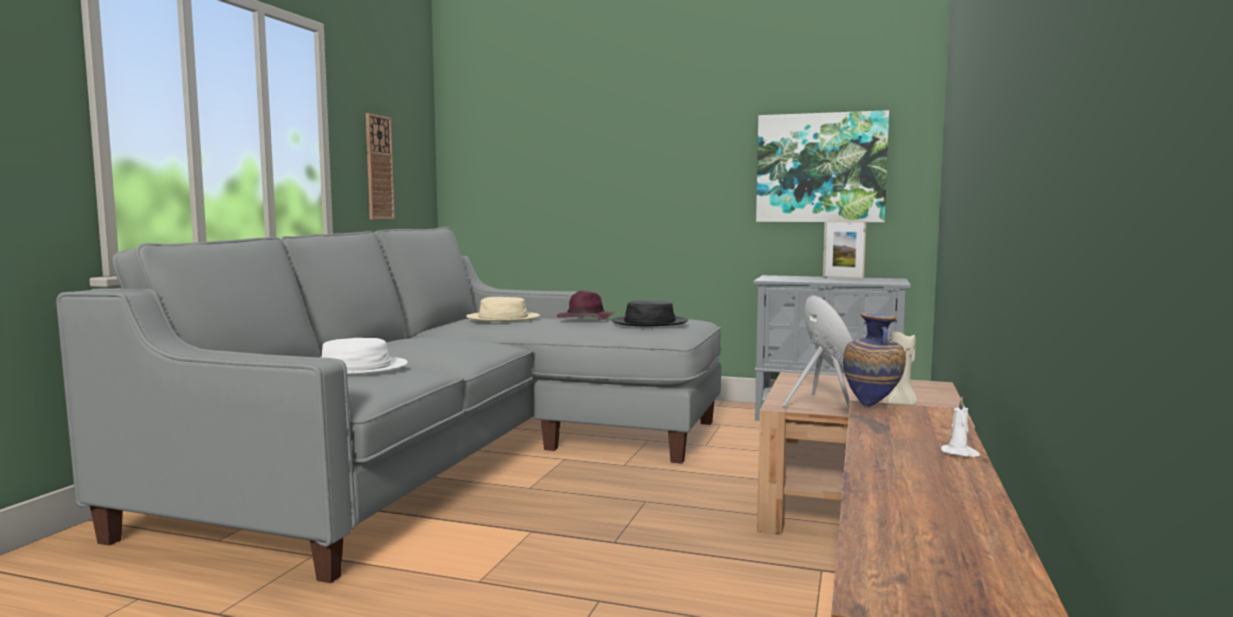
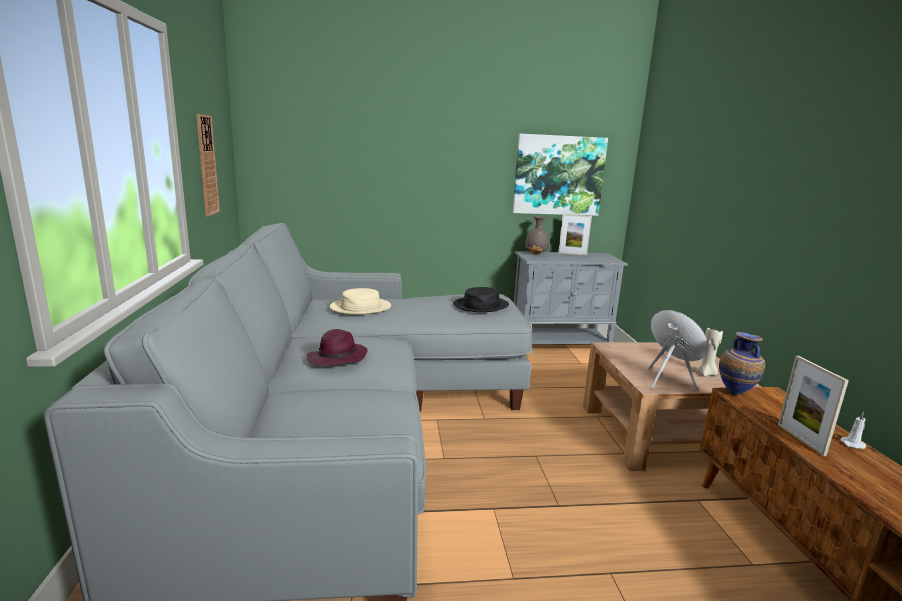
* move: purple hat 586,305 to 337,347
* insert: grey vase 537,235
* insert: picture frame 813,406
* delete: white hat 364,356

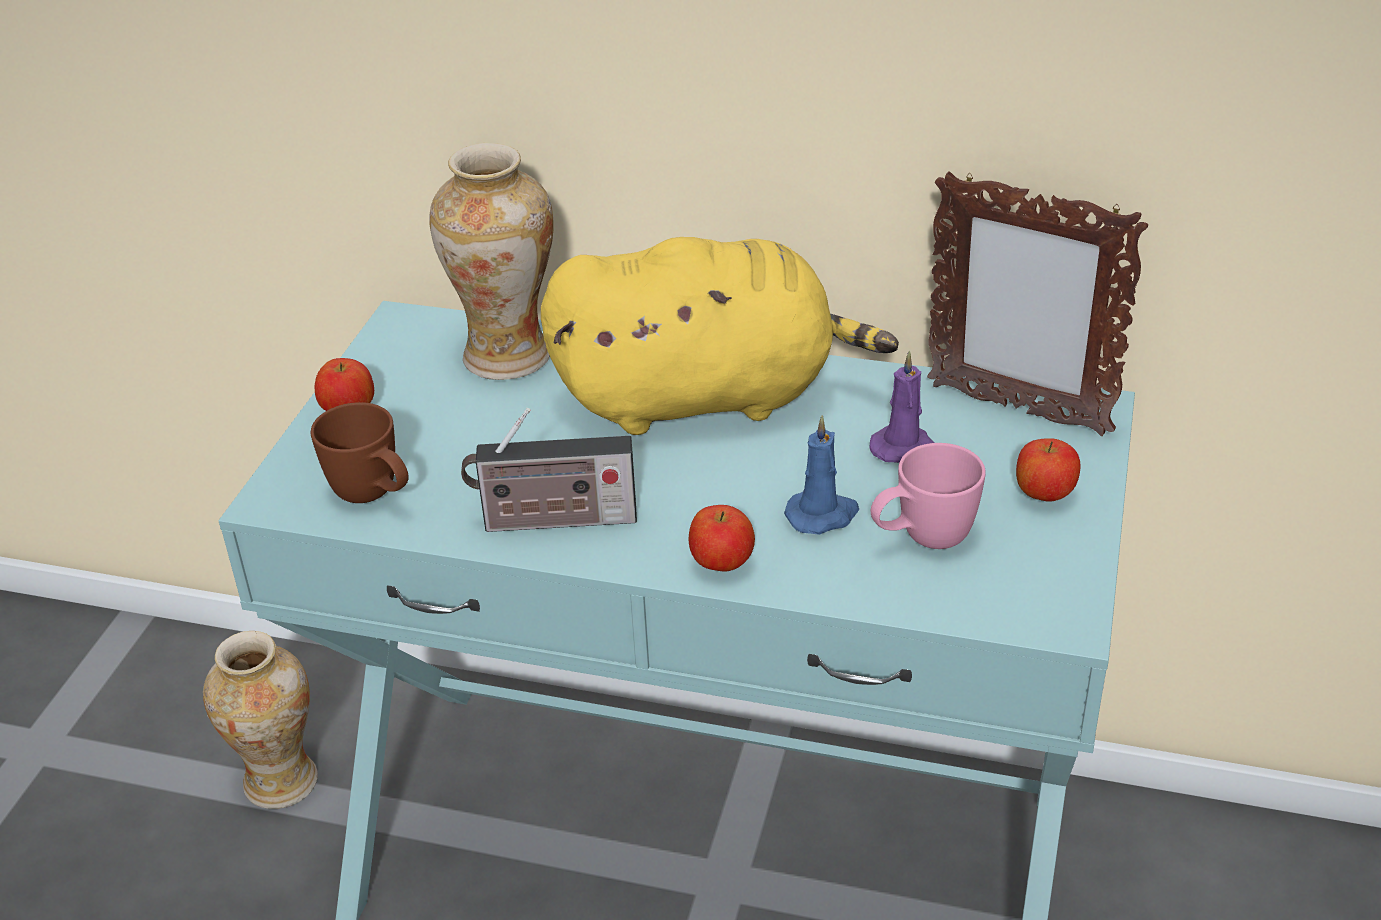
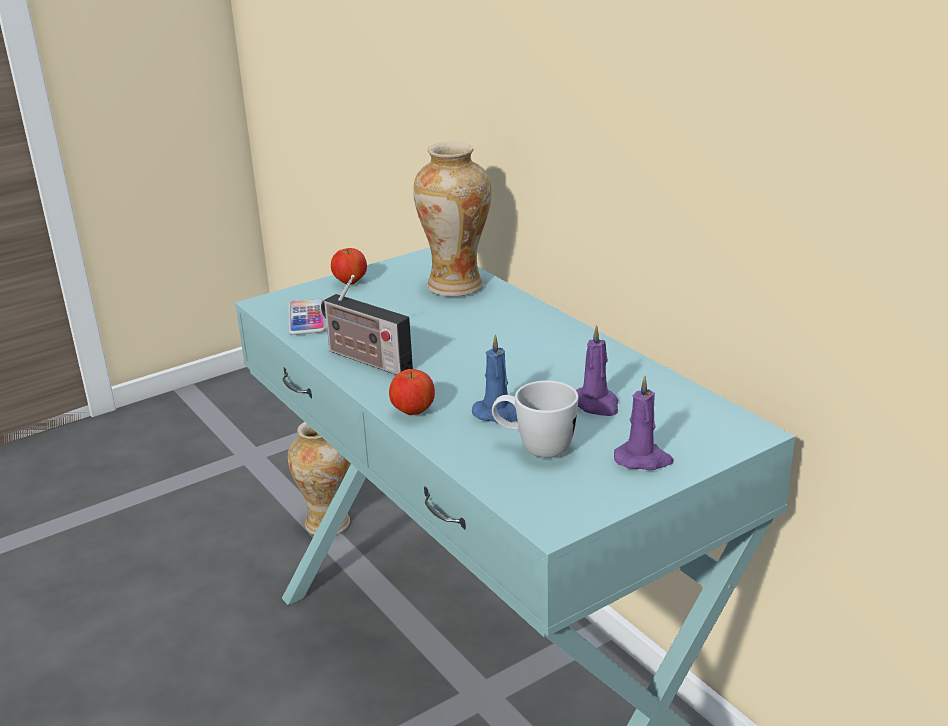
* replace: brown mug 360,452 to phone 307,317
* recolor: pink mug 928,496 to white mug 535,419
* replace: apple 1048,470 to purple candle 644,423
* delete: yellow plush toy 720,336
* delete: picture frame 1037,303

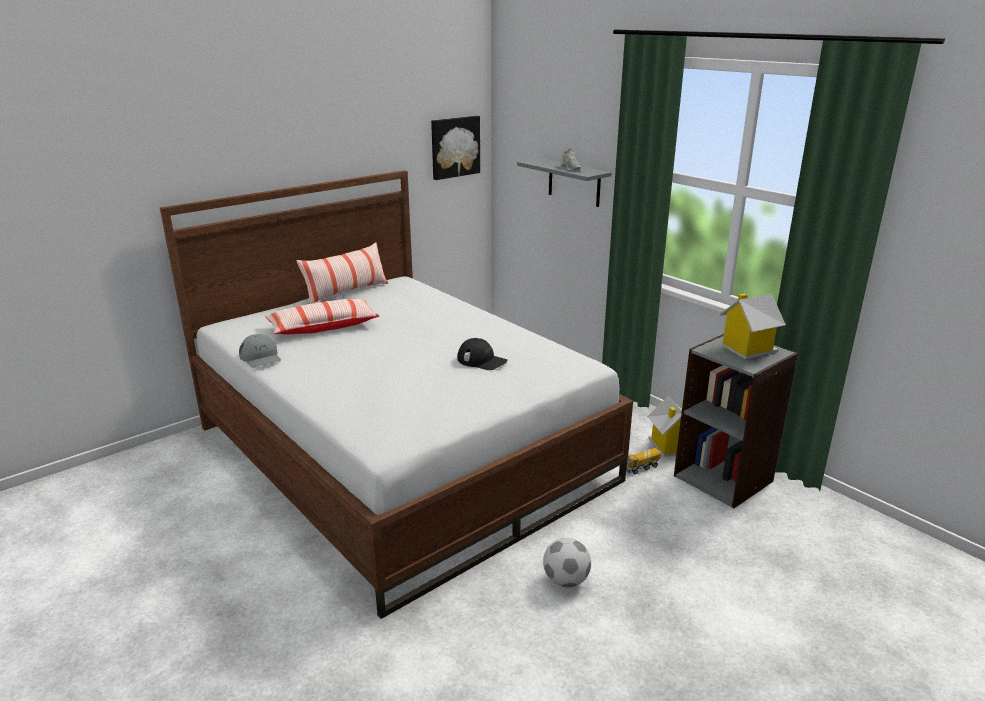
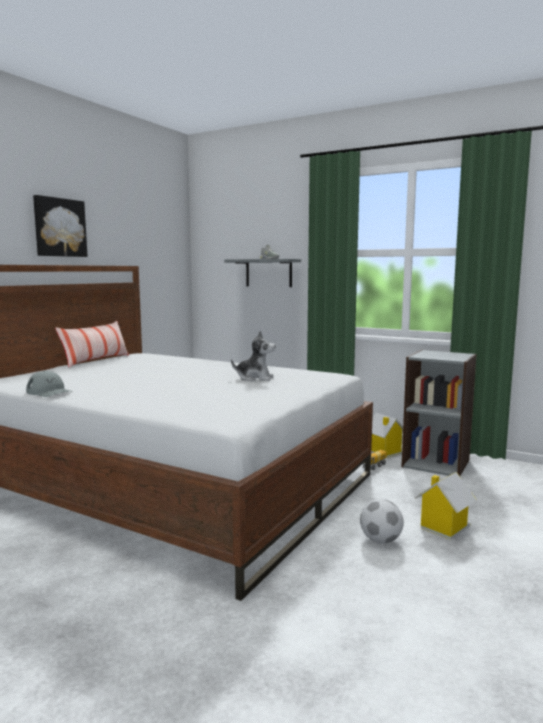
* move: picture 455,148 to 60,226
* replace: black cap 482,354 to plush toy 253,356
* move: toy house 752,326 to 446,506
* delete: pillow 322,317

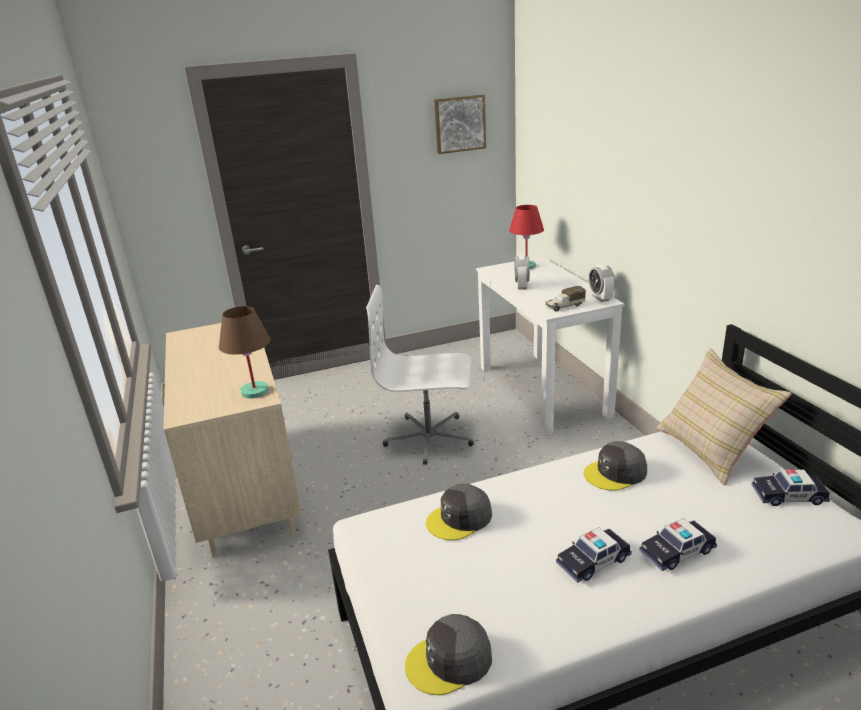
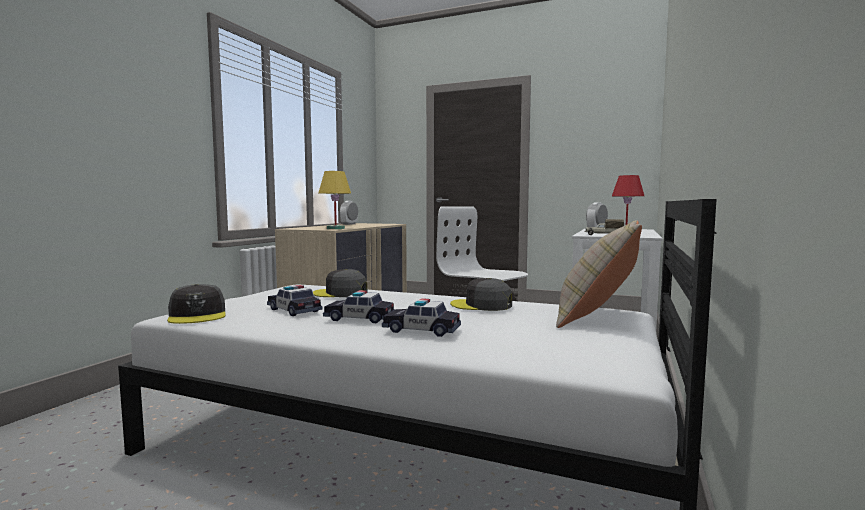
* rotate: grey cap 448,654 = 196,304 135 degrees counterclockwise
* move: toy car 790,487 to 294,300
* recolor: brown table lamp 245,352 to yellow table lamp 335,200
* move: alarm clock 602,283 to 349,213
* delete: picture 460,124

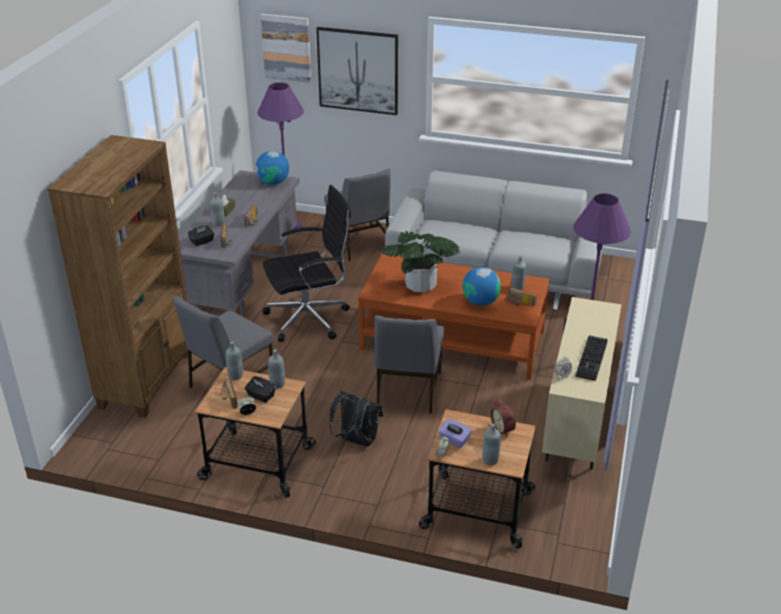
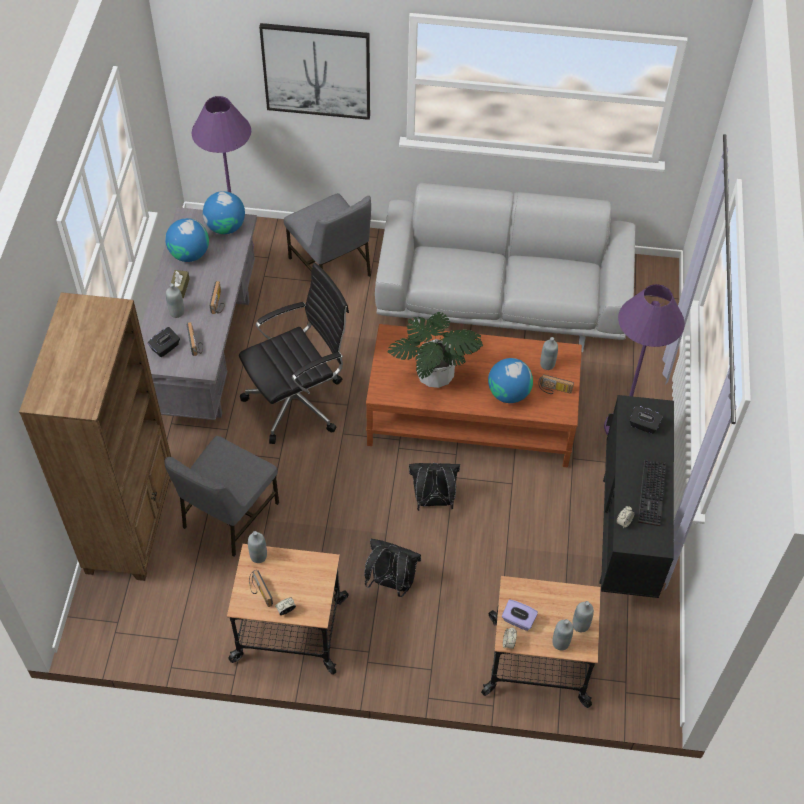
* insert: globe 187,240
* replace: grey chair 409,364 to black backpack 434,487
* move: grey bottle 276,369 to 583,616
* recolor: beige cabinet 581,383 to black cabinet 636,496
* move: black tissue box 260,389 to 646,420
* delete: picture 285,48
* delete: alarm clock 503,418

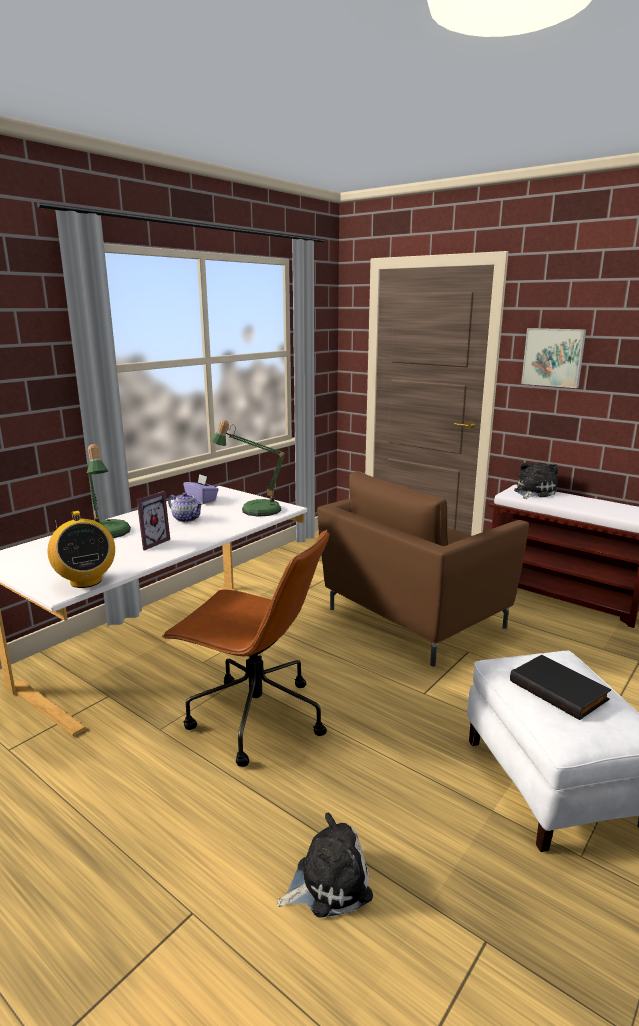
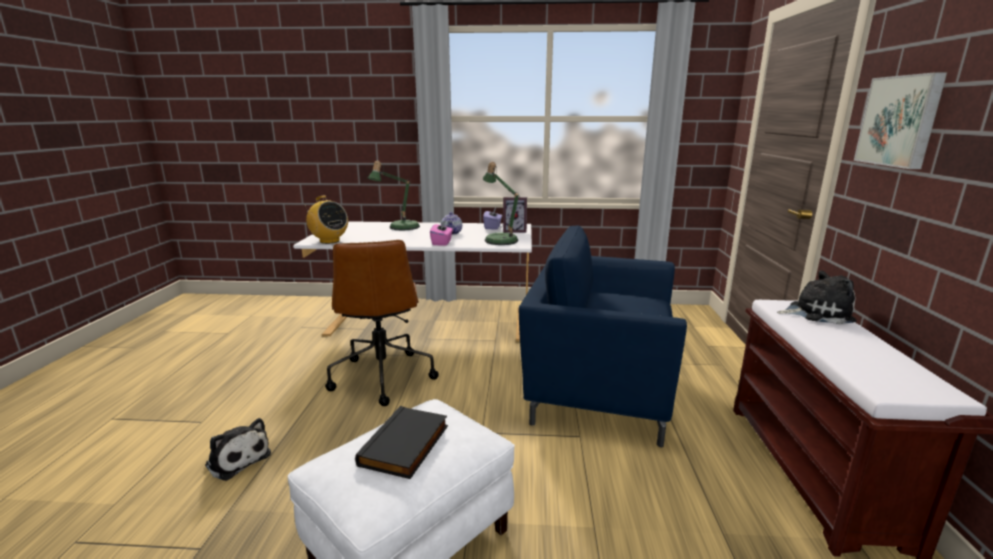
* rotate: radio 81,549 = 326,220 75 degrees counterclockwise
* insert: pink tissue box 441,233
* move: picture frame 153,520 to 515,215
* recolor: brown armchair 423,568 to blue armchair 603,336

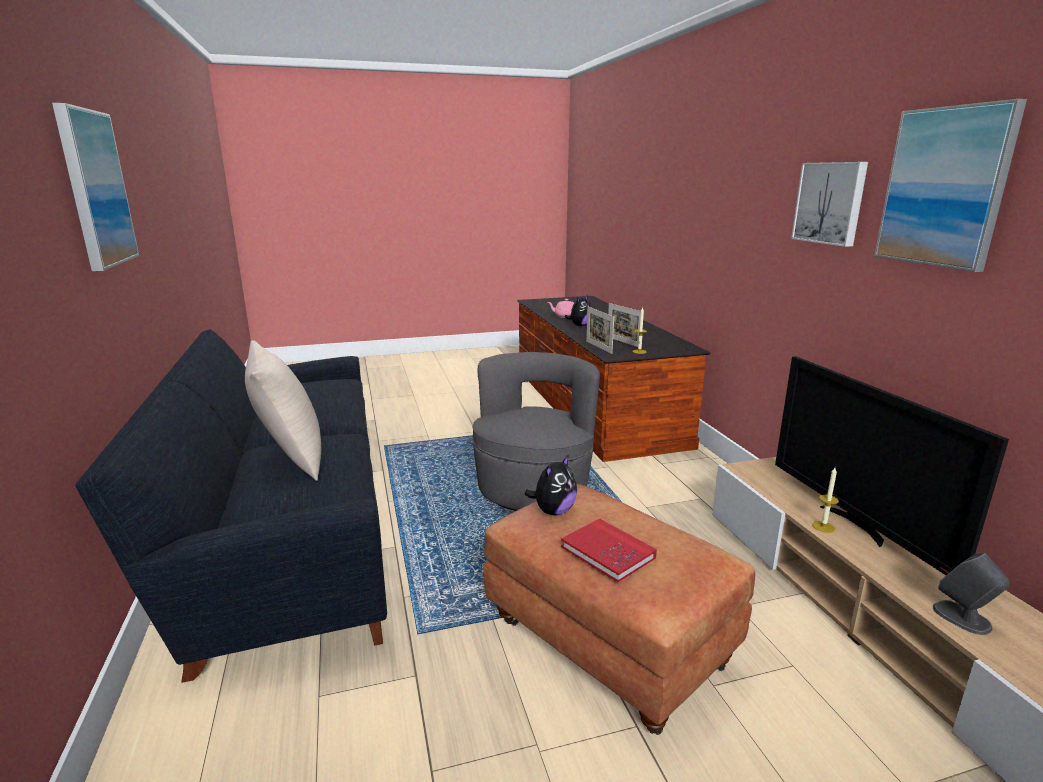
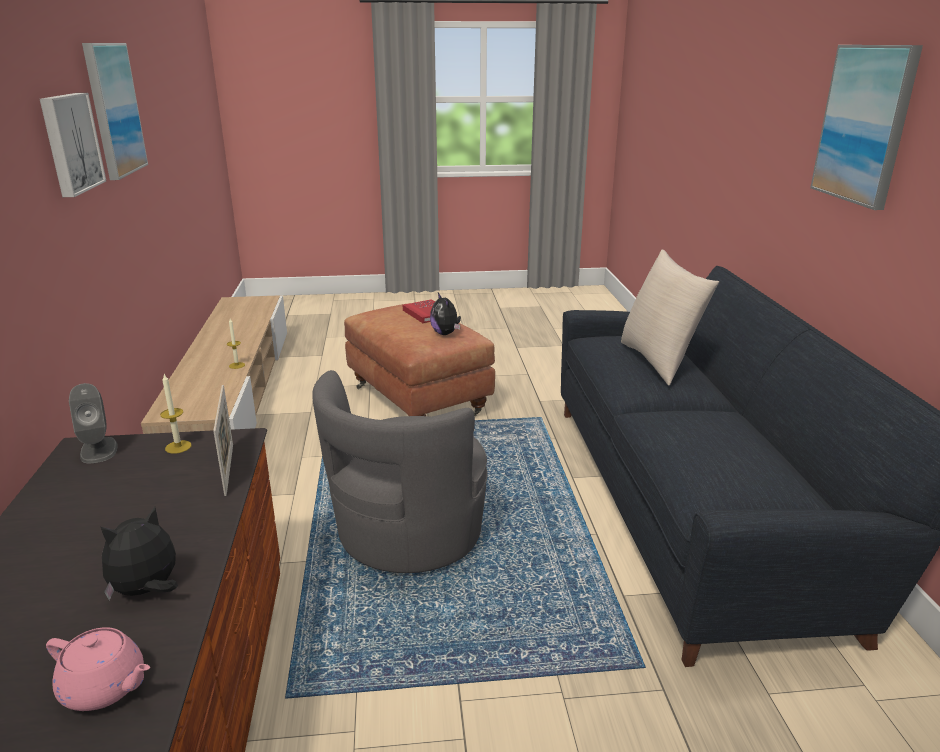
* move: grey speaker 971,593 to 93,423
* rotate: plush toy 551,485 = 445,314 75 degrees counterclockwise
* delete: picture frame 624,325
* delete: television 892,465

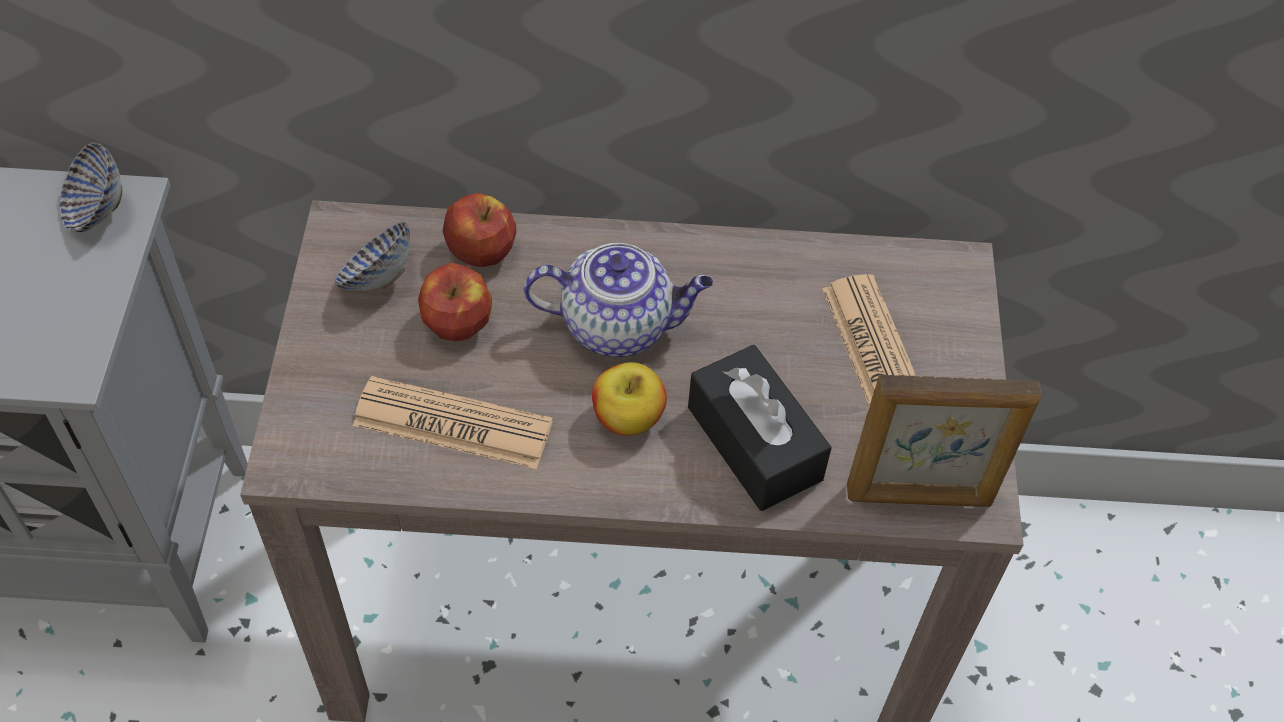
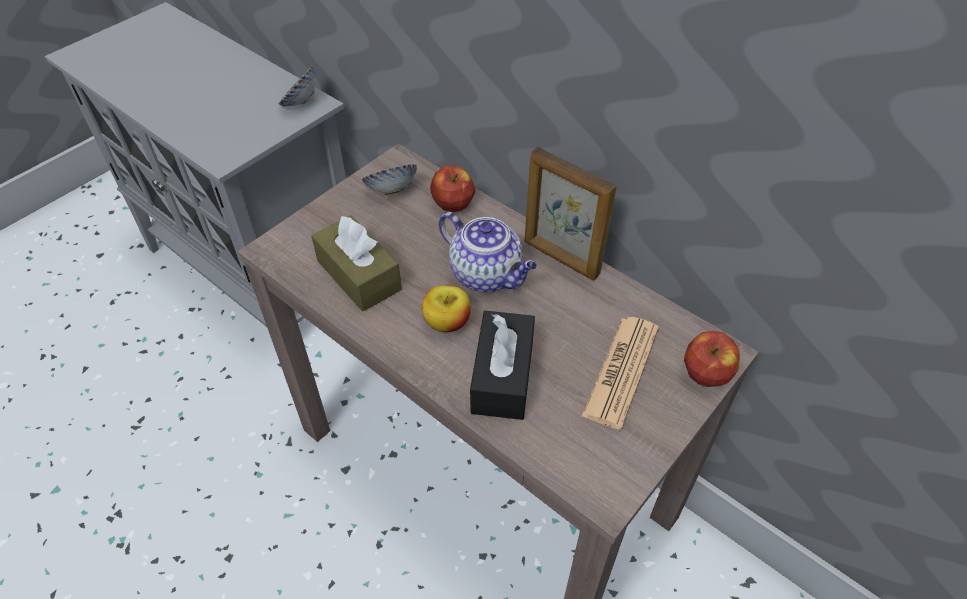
* replace: newspaper 453,422 to brown tissue box 356,263
* move: picture frame 944,440 to 570,213
* move: apple 455,302 to 711,359

